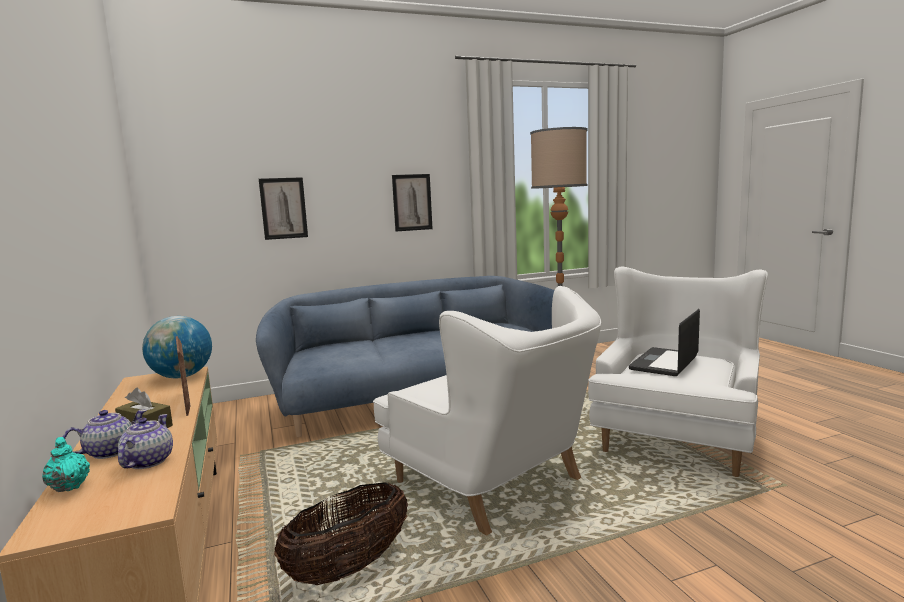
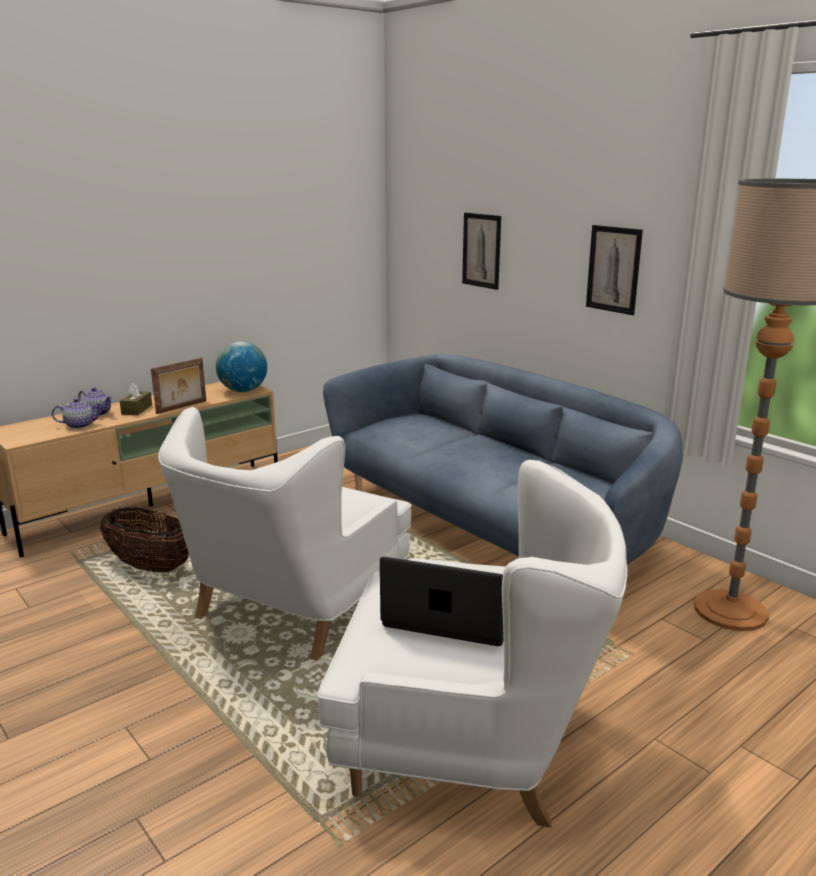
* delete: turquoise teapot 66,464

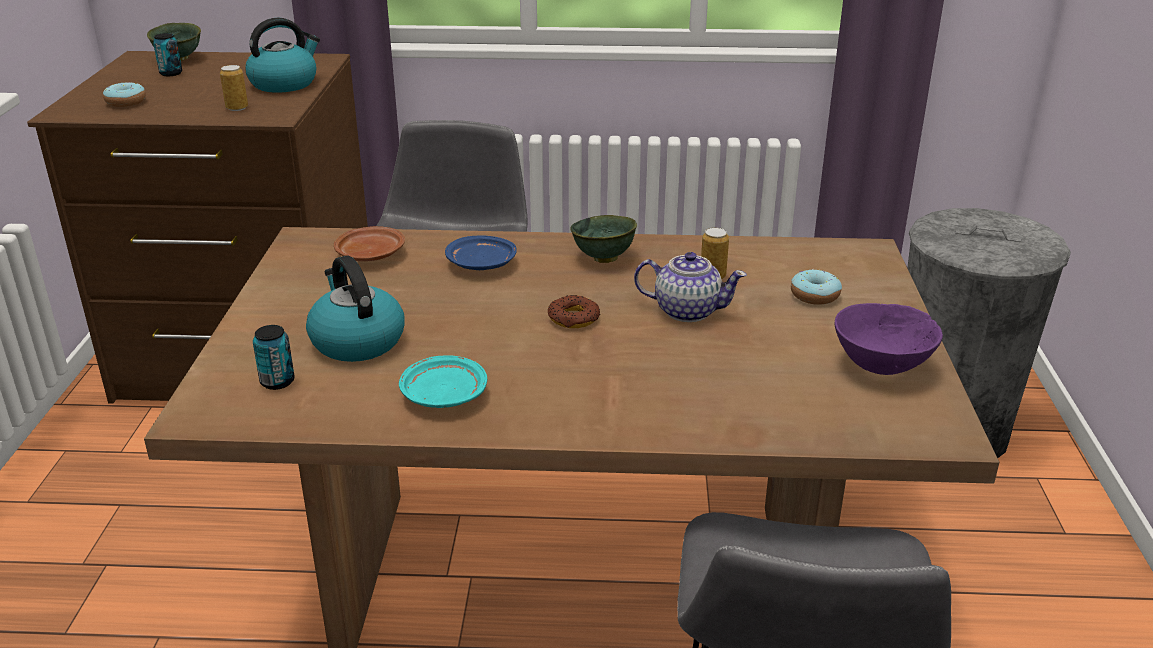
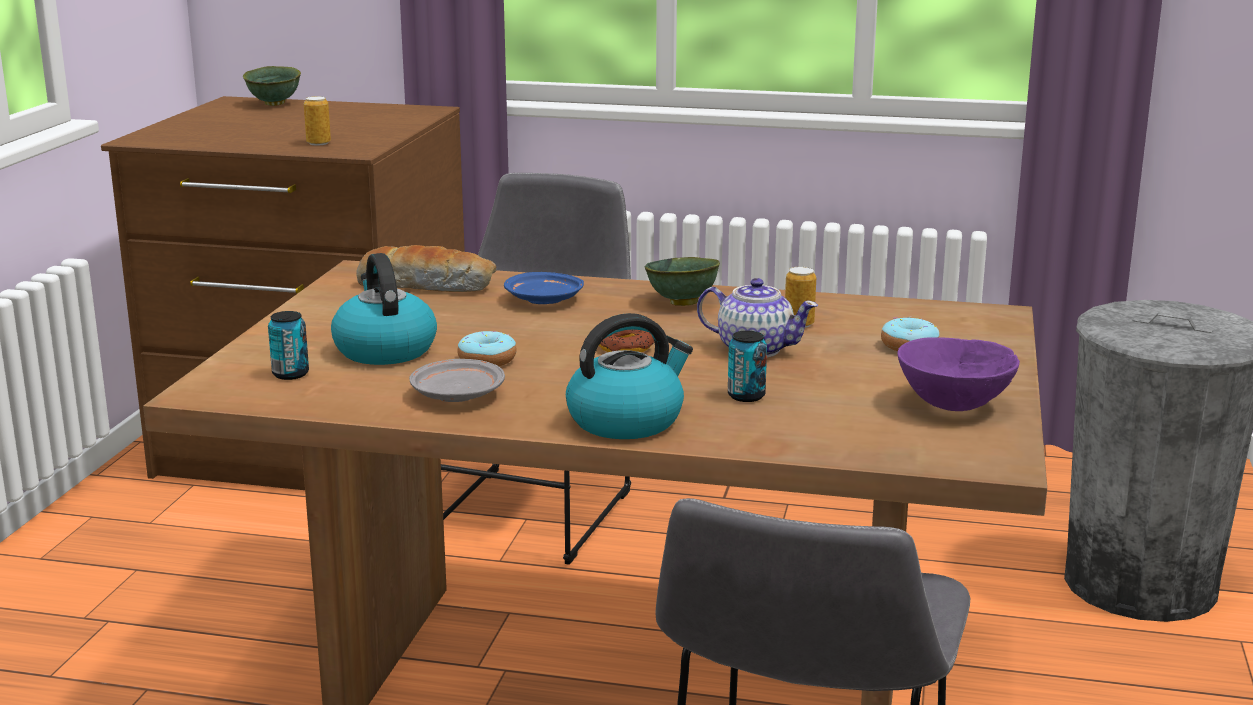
* replace: brown plate 369,243 to bread 426,268
* recolor: turquoise plate 443,381 to grey plate 457,380
* move: donut 124,94 to 487,348
* move: kettle 282,55 to 629,376
* move: can 167,54 to 747,366

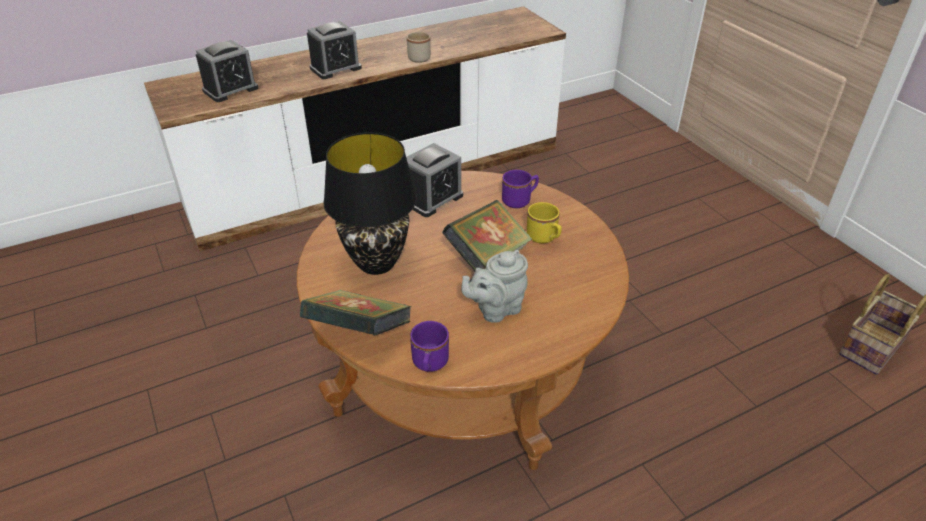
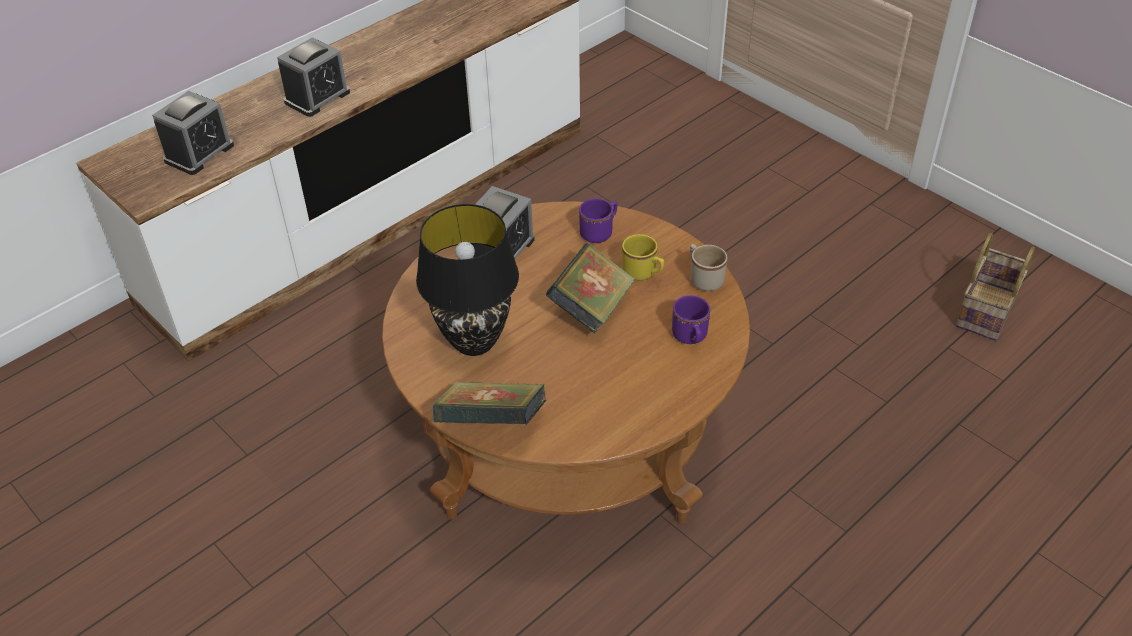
* move: purple mug 429,346 to 691,320
* move: beige mug 419,47 to 709,267
* delete: grey teapot 494,286

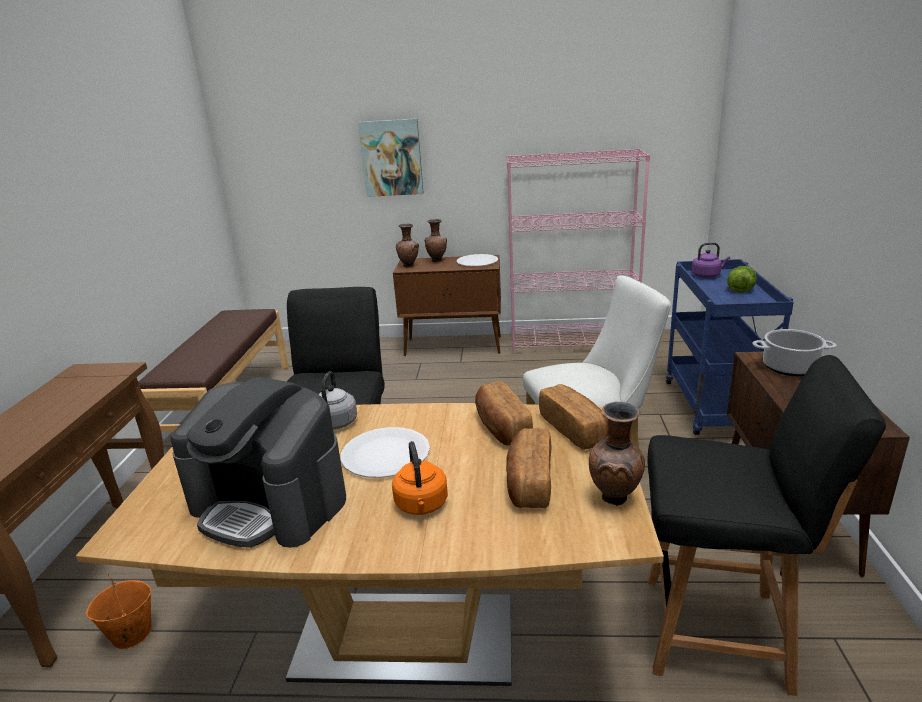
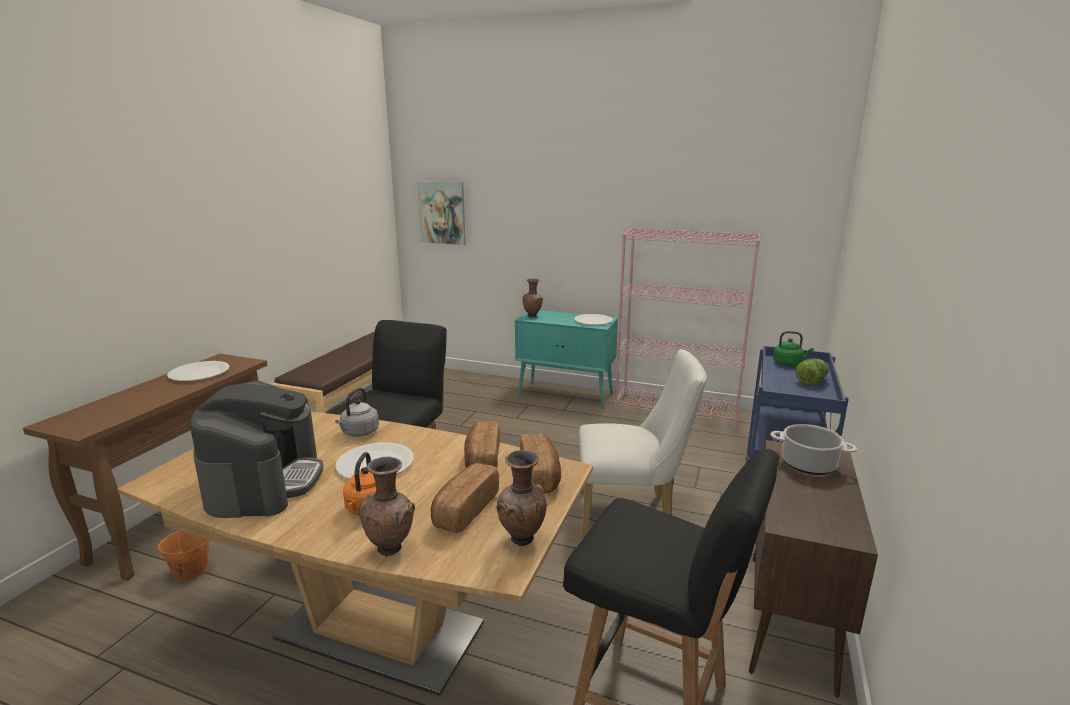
* insert: white plate 198,371
* rotate: coffee machine 258,462 = 256,449 135 degrees counterclockwise
* move: brown vase 436,240 to 387,506
* move: picture 390,157 to 441,213
* recolor: brown cabinet 447,305 to turquoise cabinet 566,359
* recolor: purple kettle 710,260 to green kettle 793,348

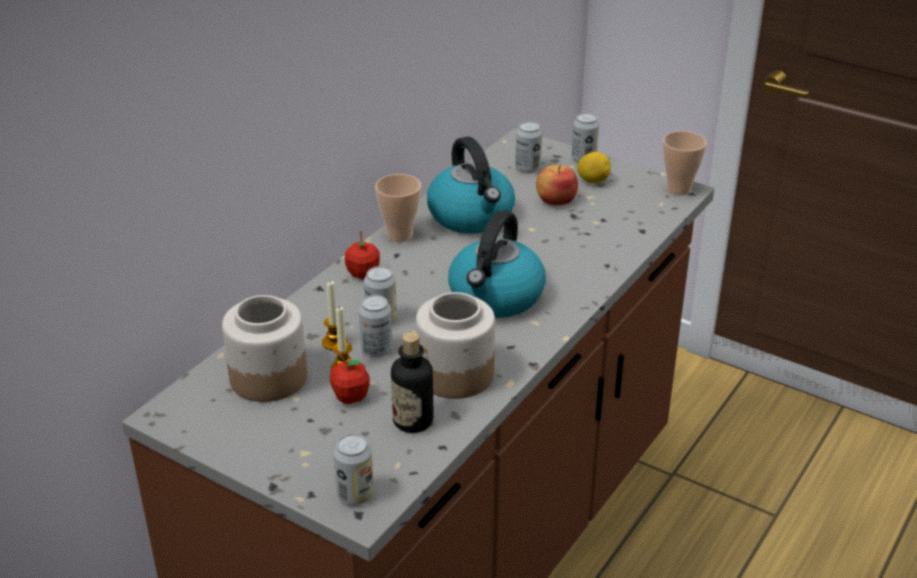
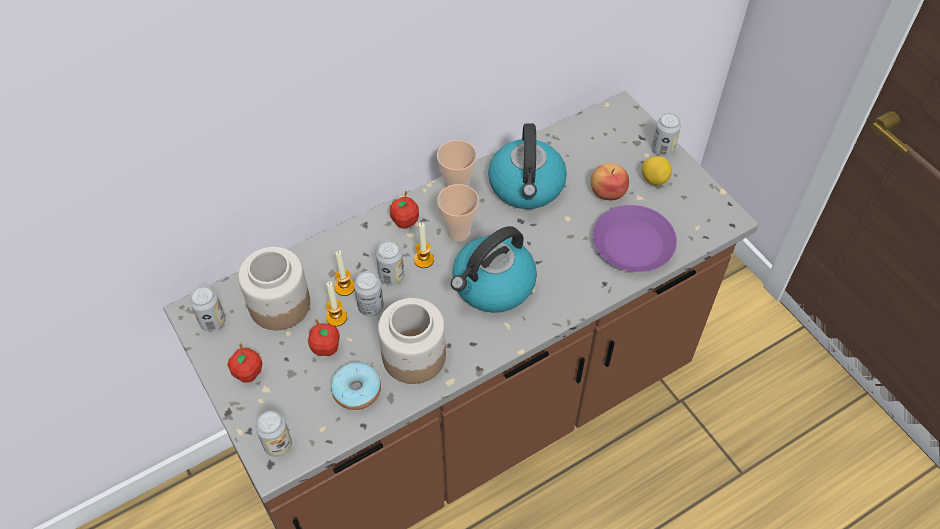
* move: can 528,147 to 207,309
* insert: apple 244,363
* replace: bottle 412,382 to donut 356,386
* insert: candle 424,245
* move: cup 685,163 to 458,212
* insert: purple plate 635,238

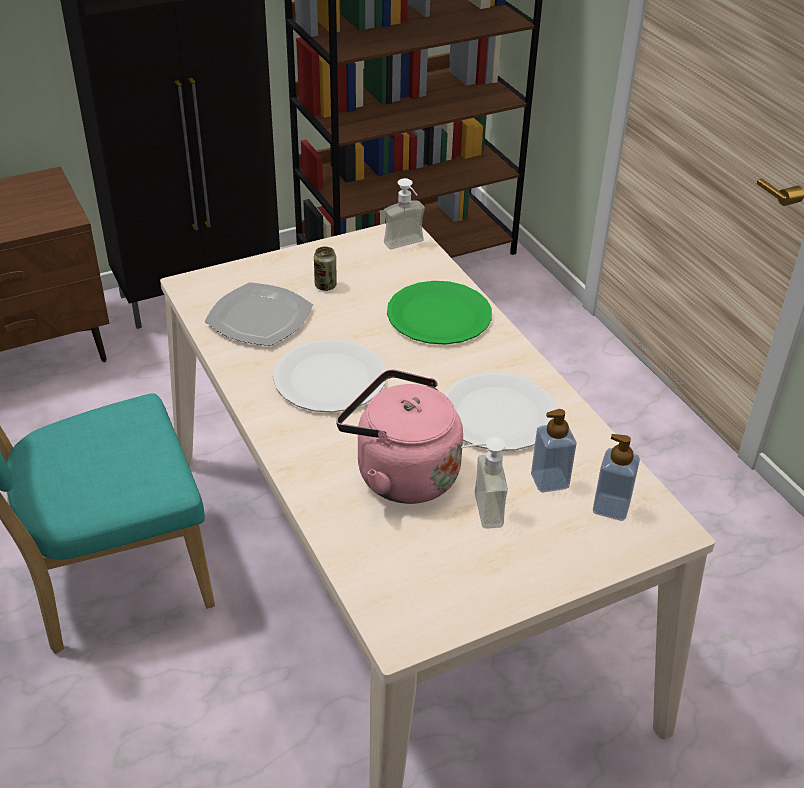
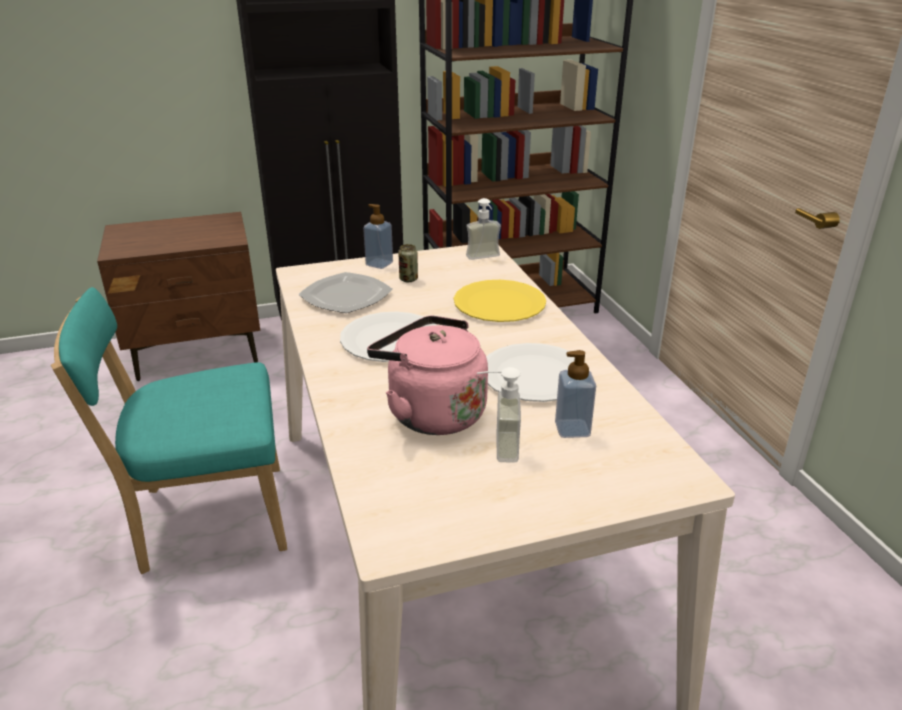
* move: soap dispenser 616,477 to 378,236
* recolor: green plate 439,313 to yellow plate 500,301

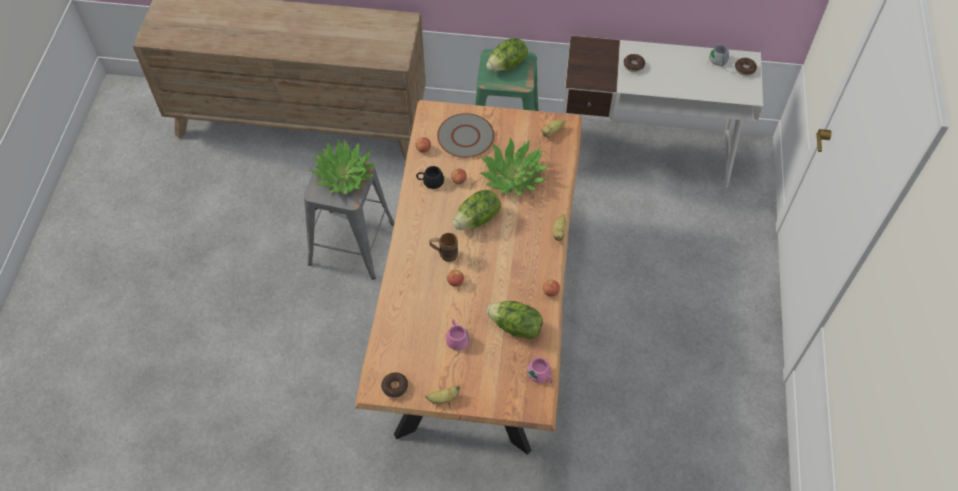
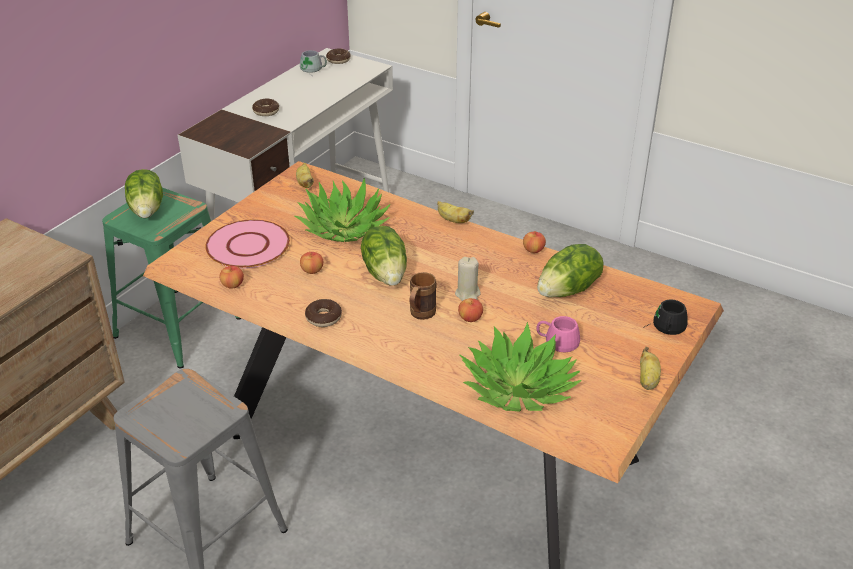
* recolor: grey plate 465,135 to pink plate 247,244
* move: donut 394,385 to 323,313
* insert: beige candle 468,279
* move: potted plant 342,166 to 520,367
* move: black mug 430,177 to 665,317
* delete: pink mug 540,370

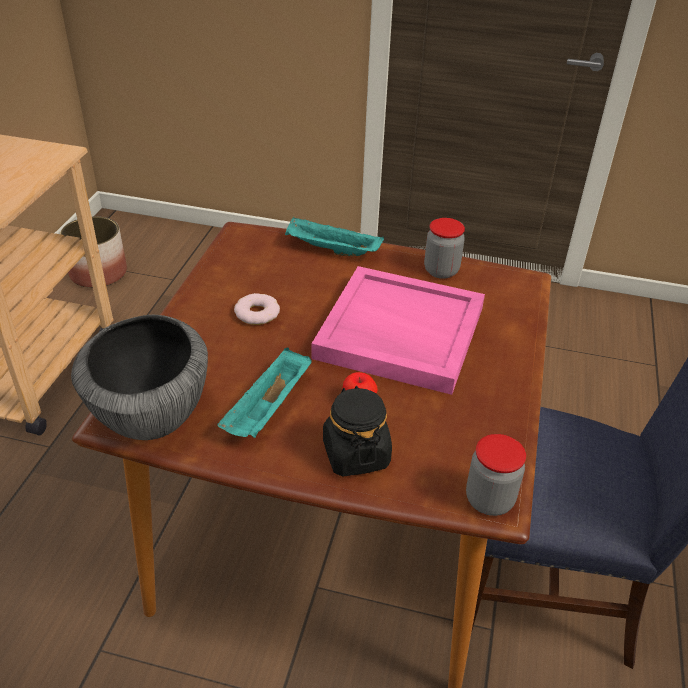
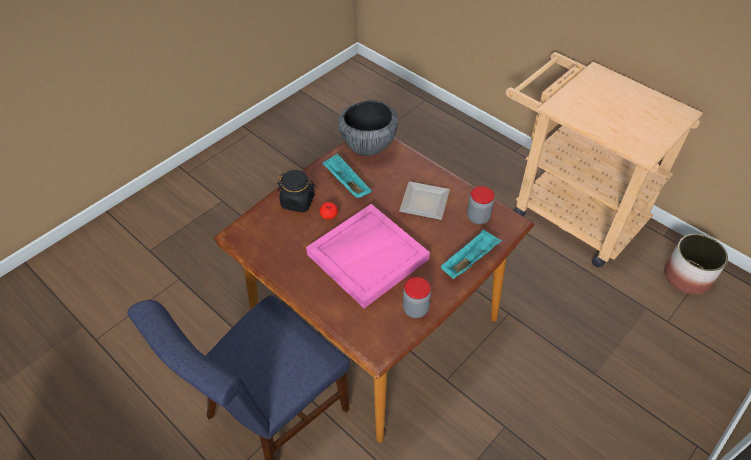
* replace: donut 257,309 to plate 424,200
* move: jar 496,475 to 480,205

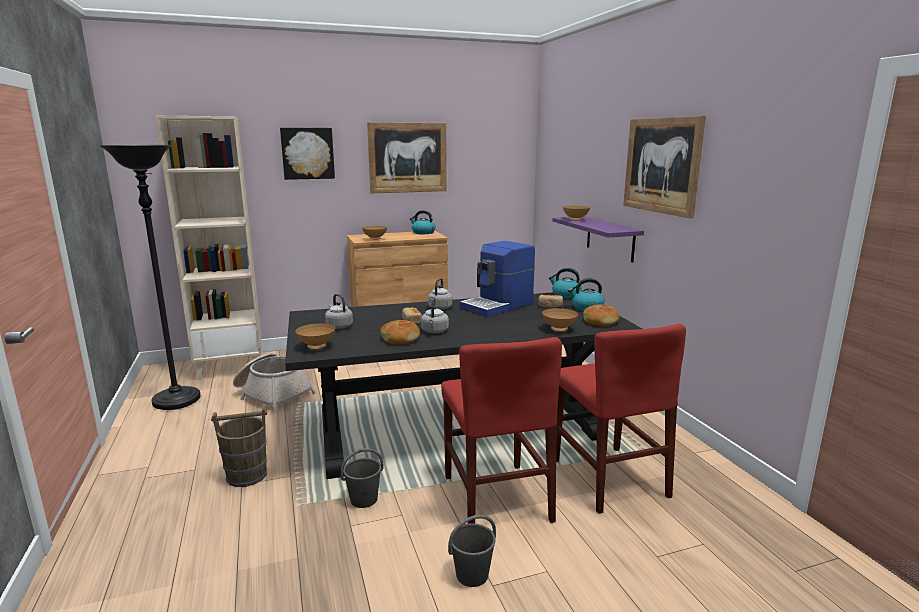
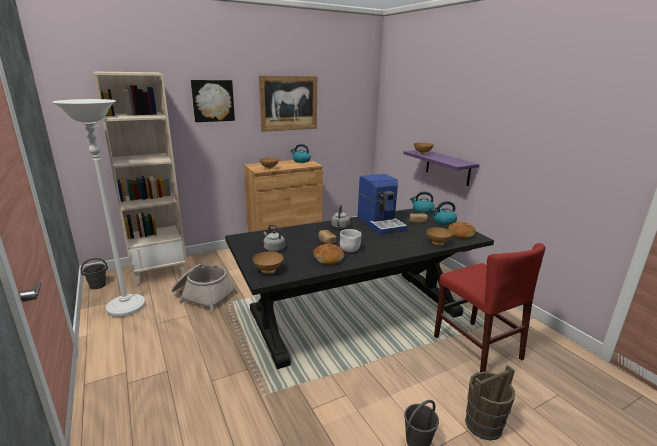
* recolor: black floor lamp 150,277 to white floor lamp 98,208
* move: grey bucket 362,478 to 94,273
* replace: grey kettle 435,315 to white bowl 351,240
* rotate: coffee machine 497,279 = 382,204 60 degrees counterclockwise
* move: brown bucket 239,446 to 490,403
* delete: red chair 501,430
* delete: picture 664,167

